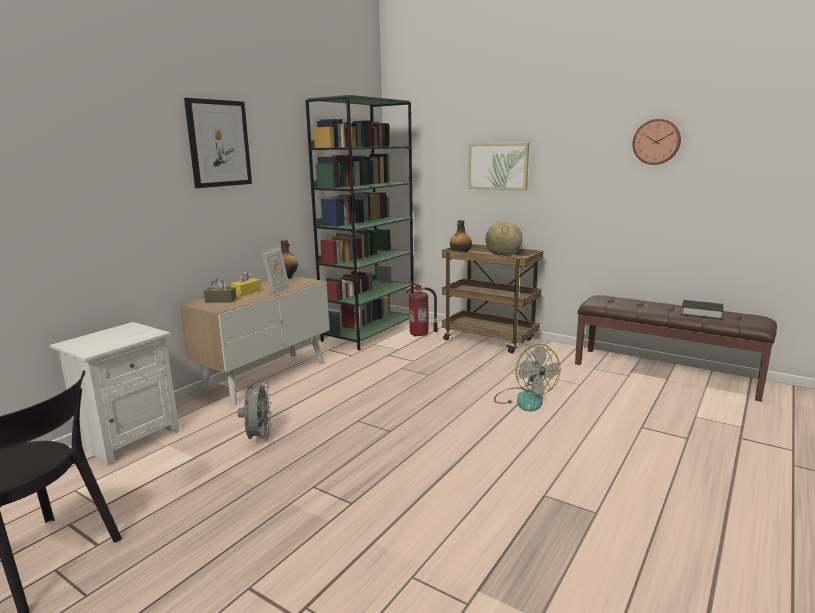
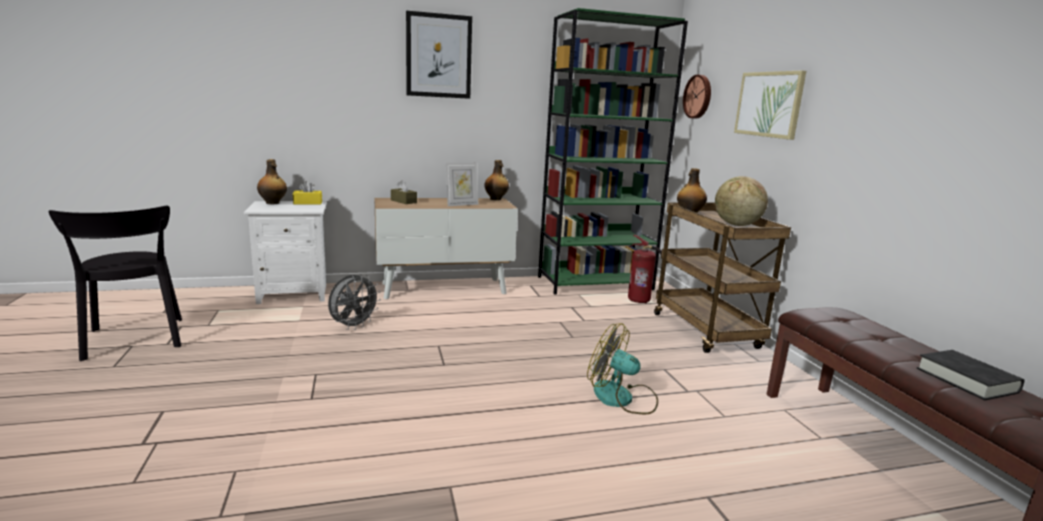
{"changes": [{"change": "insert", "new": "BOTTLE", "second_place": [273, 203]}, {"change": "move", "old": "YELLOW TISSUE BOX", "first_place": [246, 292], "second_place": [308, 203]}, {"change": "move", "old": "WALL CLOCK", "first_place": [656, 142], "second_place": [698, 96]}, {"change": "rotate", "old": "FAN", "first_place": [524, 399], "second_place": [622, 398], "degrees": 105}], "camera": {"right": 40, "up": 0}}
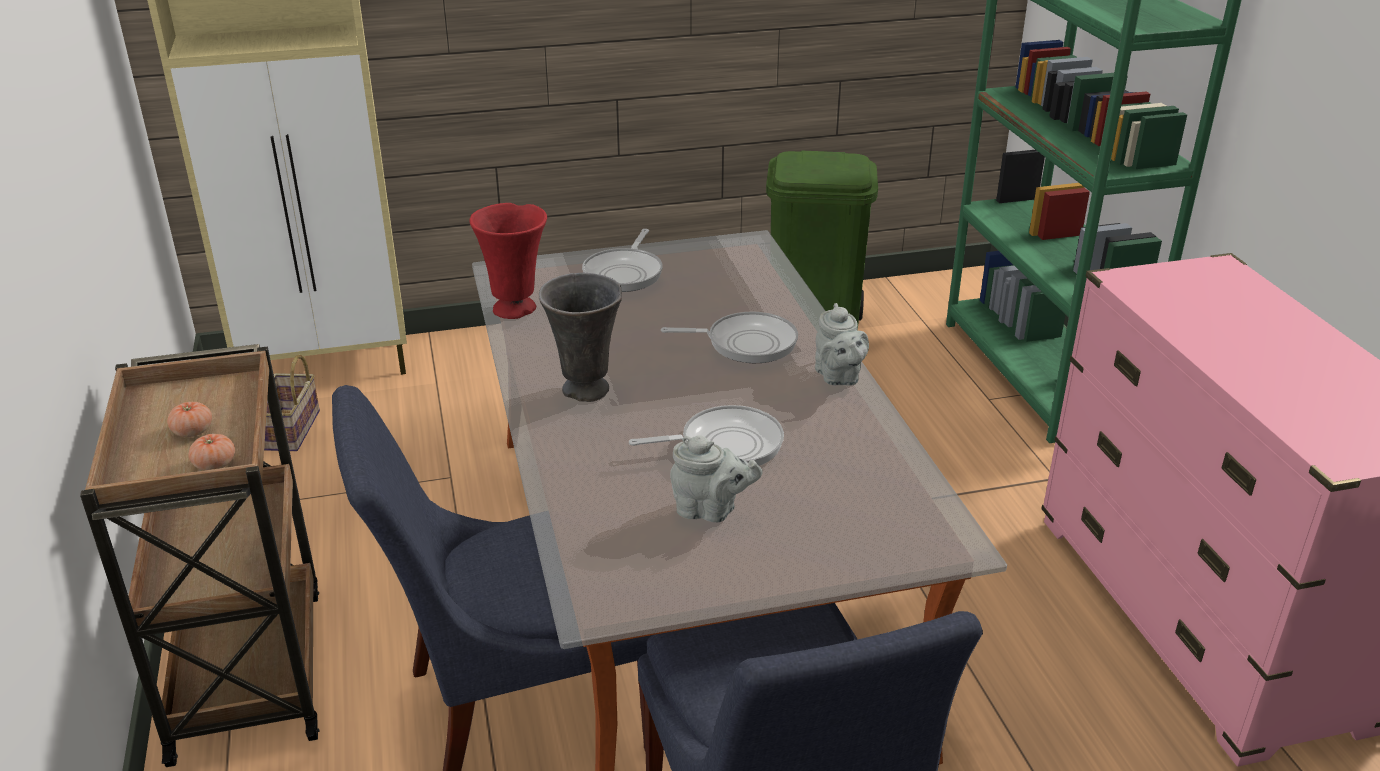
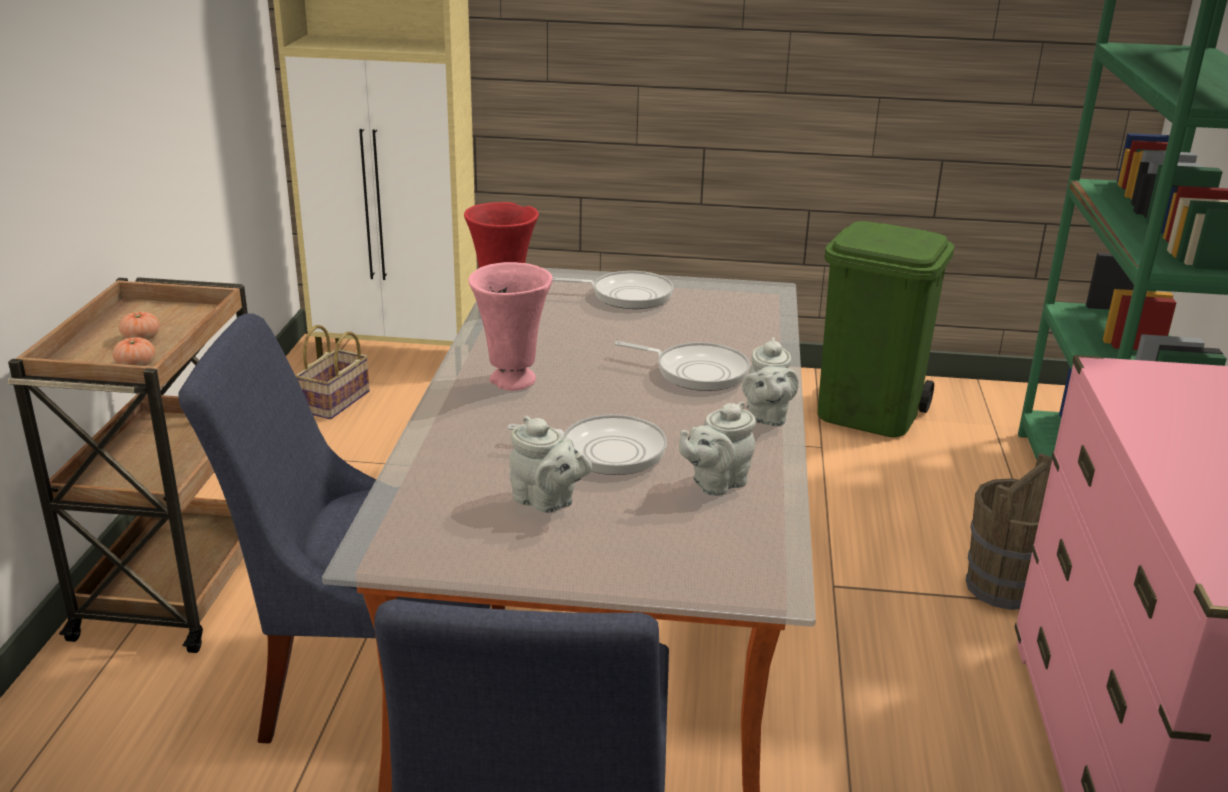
{"changes": [{"change": "insert", "new": "GREY TEAPOT", "second_place": [715, 483]}, {"change": "insert", "new": "BROWN BUCKET", "second_place": [1003, 587]}, {"change": "recolor", "old": "GREY VASE", "new": "PINK VASE", "first_place": [586, 391], "second_place": [512, 381]}, {"change": "rotate", "old": "FRYING PAN", "first_place": [625, 273], "second_place": [626, 295], "degrees": -120}], "camera": {"right": 20, "up": -5}}
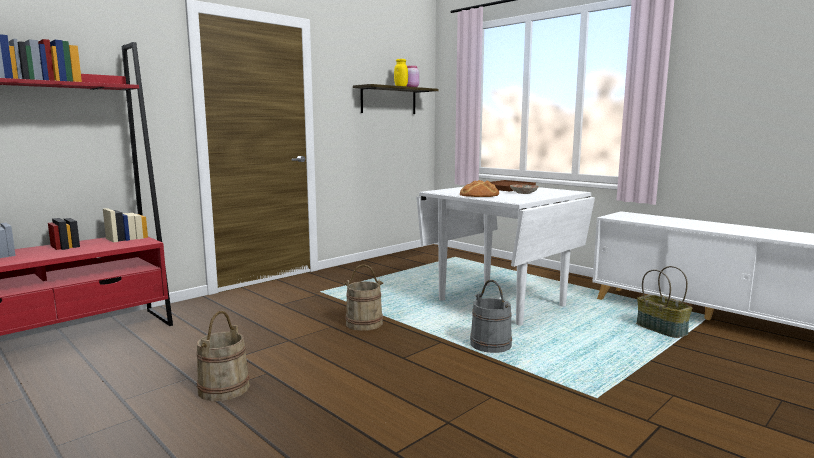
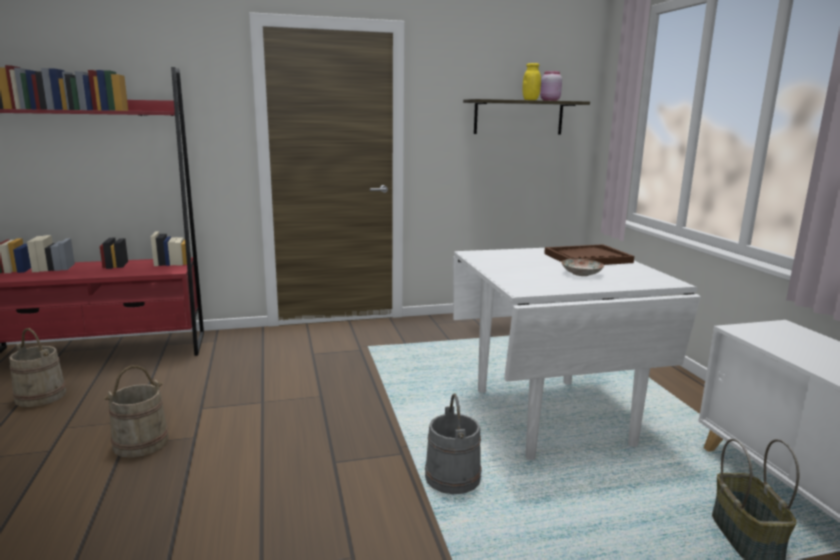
{"changes": [{"change": "delete", "old": "BREAD", "first_place": [479, 195]}, {"change": "move", "old": "BEIGE BUCKET", "first_place": [364, 323], "second_place": [41, 396]}], "camera": {"right": 30, "up": 5}}
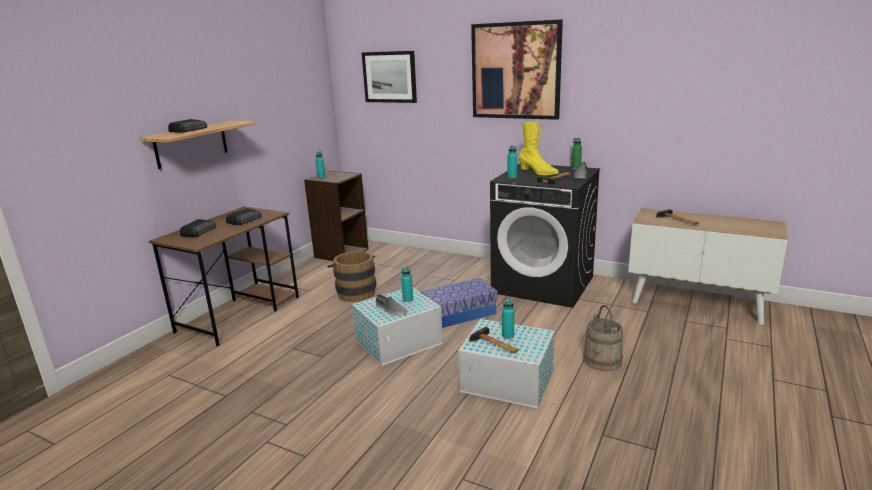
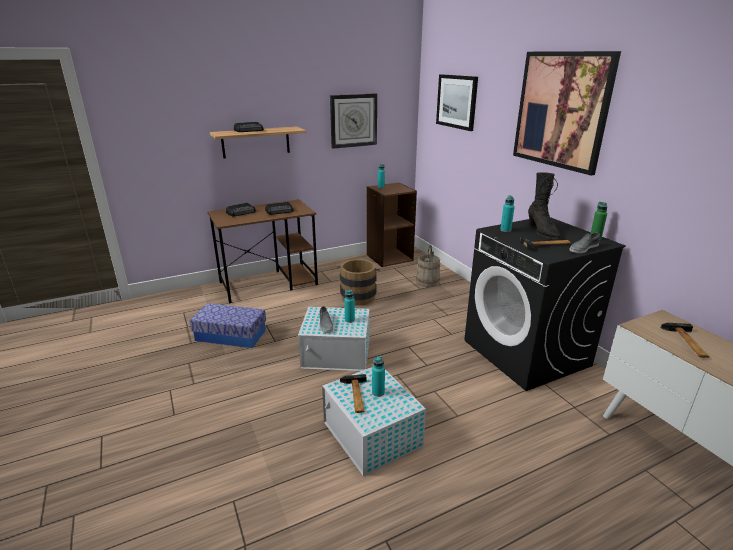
{"changes": [{"change": "insert", "new": "WALL CLOCK", "second_place": [353, 120]}, {"change": "move", "old": "STORAGE BOX", "first_place": [459, 314], "second_place": [230, 335]}, {"change": "move", "old": "BEIGE BUCKET", "first_place": [602, 360], "second_place": [427, 281]}, {"change": "recolor", "old": "YELLOW BOOT", "new": "BLACK BOOT", "first_place": [538, 172], "second_place": [542, 232]}], "camera": {"right": 35, "up": 5}}
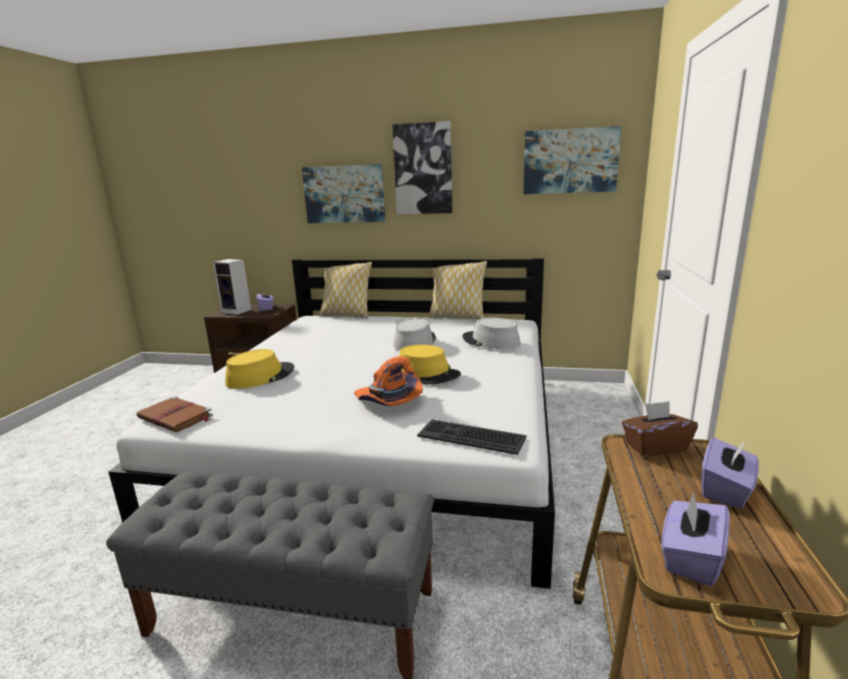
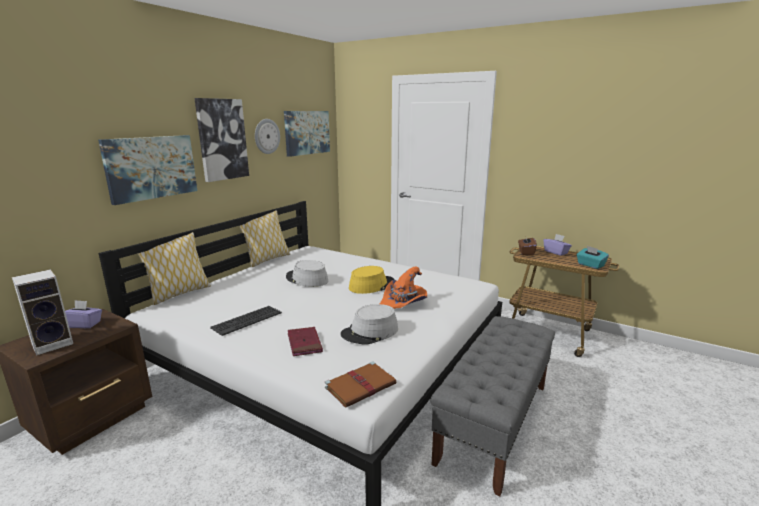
{"changes": [{"change": "insert", "new": "WALL CLOCK", "second_place": [266, 136]}, {"change": "move", "old": "KEYBOARD", "first_place": [471, 437], "second_place": [247, 320]}, {"change": "move", "old": "GREY HAT", "first_place": [490, 341], "second_place": [370, 332]}, {"change": "replace", "old": "YELLOW HAT", "new": "RED BOOK", "first_place": [260, 376], "second_place": [304, 343]}, {"change": "recolor", "old": "PURPLE TISSUE BOX", "new": "TURQUOISE TISSUE BOX", "first_place": [690, 557], "second_place": [590, 265]}], "camera": {"right": -70, "up": 0}}
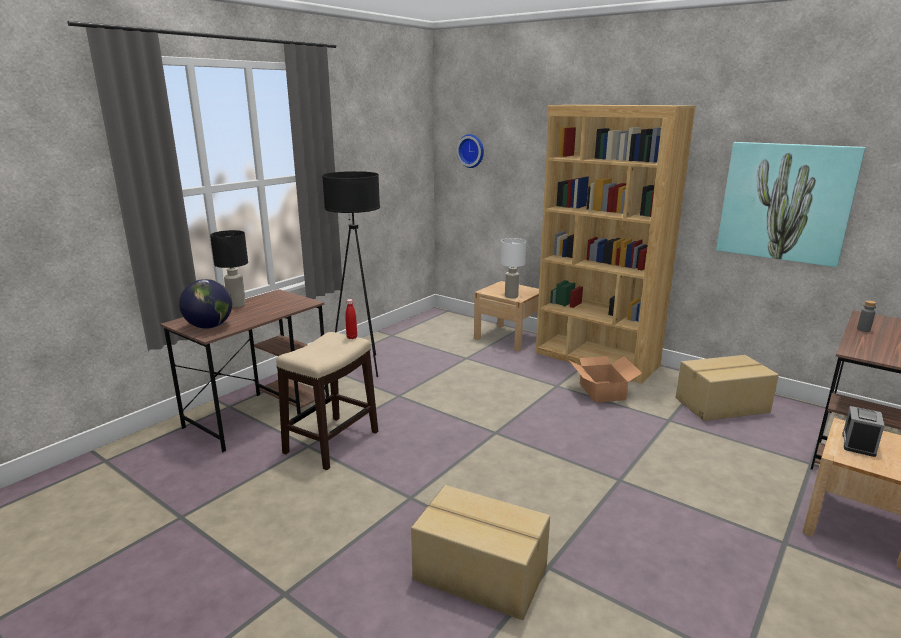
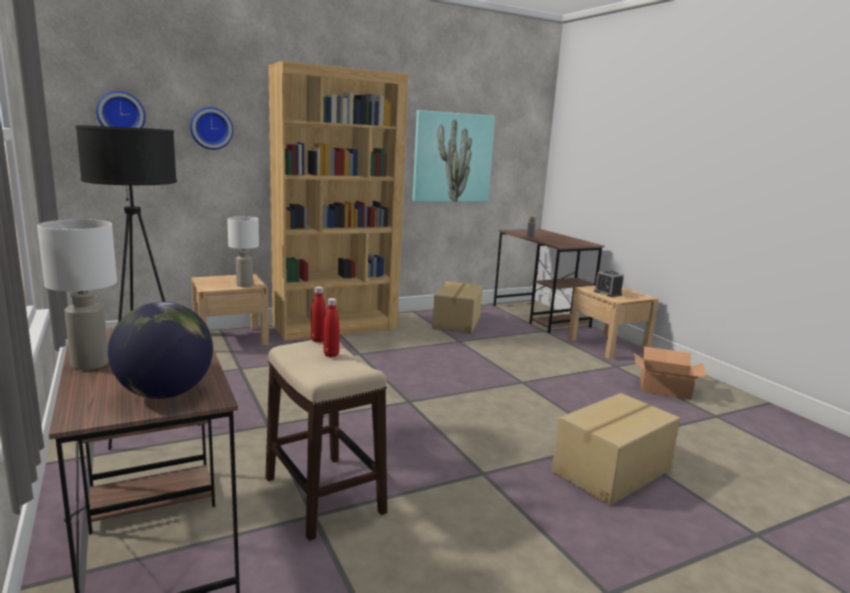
{"changes": [{"change": "insert", "new": "WALL CLOCK", "second_place": [211, 128]}, {"change": "insert", "new": "RED BOTTLE", "second_place": [331, 355]}, {"change": "move", "old": "CARDBOARD BOX", "first_place": [602, 391], "second_place": [664, 388]}, {"change": "recolor", "old": "BLACK TABLE LAMP", "new": "WHITE TABLE LAMP", "first_place": [237, 305], "second_place": [90, 364]}], "camera": {"right": -65, "up": -5}}
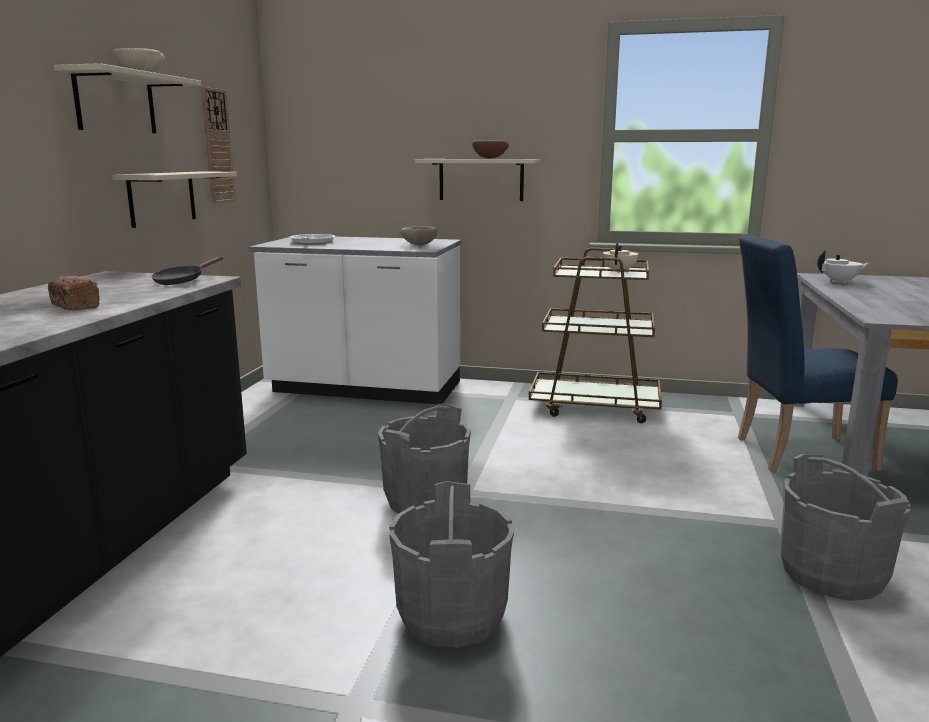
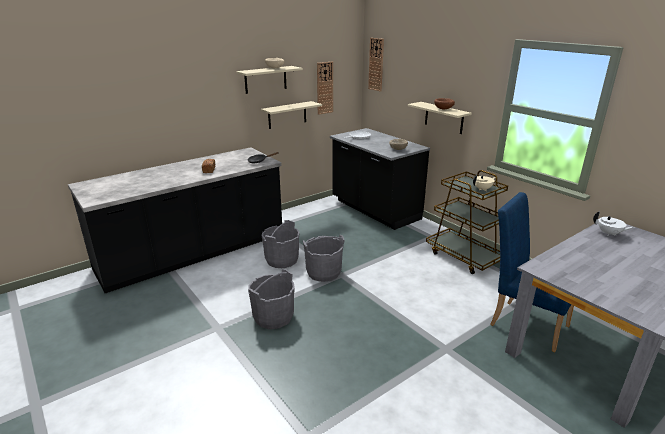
{"changes": [{"change": "insert", "new": "WALL CLOCK", "second_place": [376, 64]}, {"change": "move", "old": "GREY BUCKET", "first_place": [831, 574], "second_place": [282, 260]}, {"change": "recolor", "old": "WHITE COUNTER", "new": "BLACK COUNTER", "first_place": [365, 389], "second_place": [374, 210]}], "camera": {"right": 40, "up": 10}}
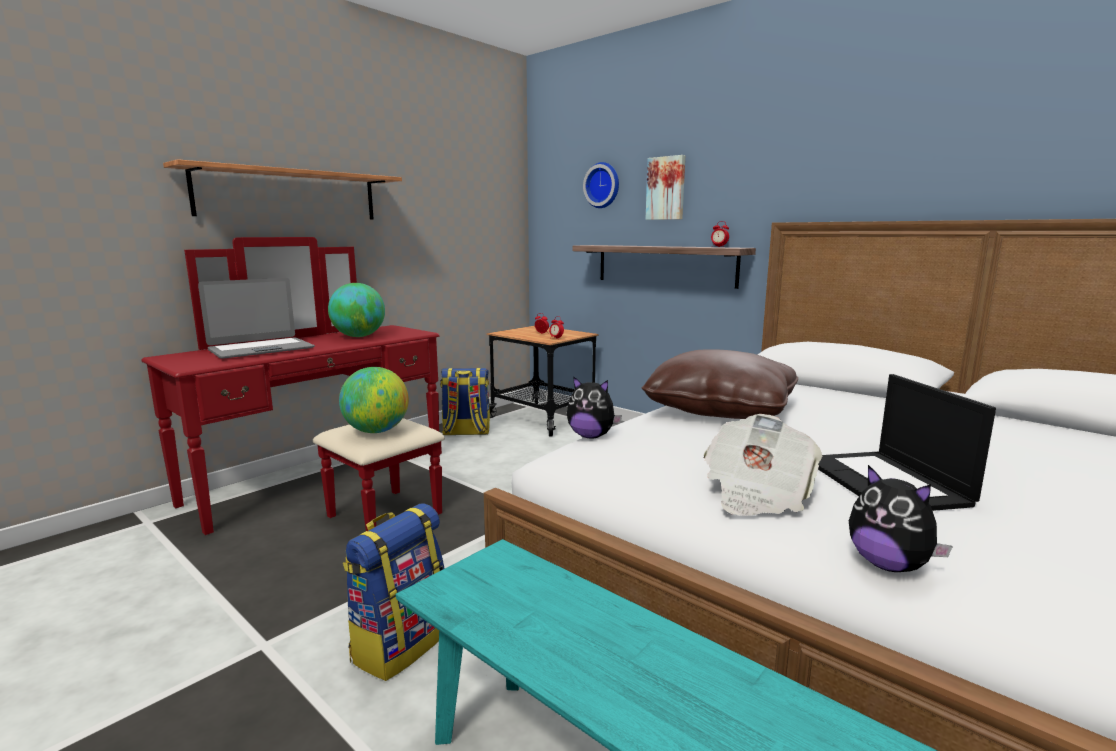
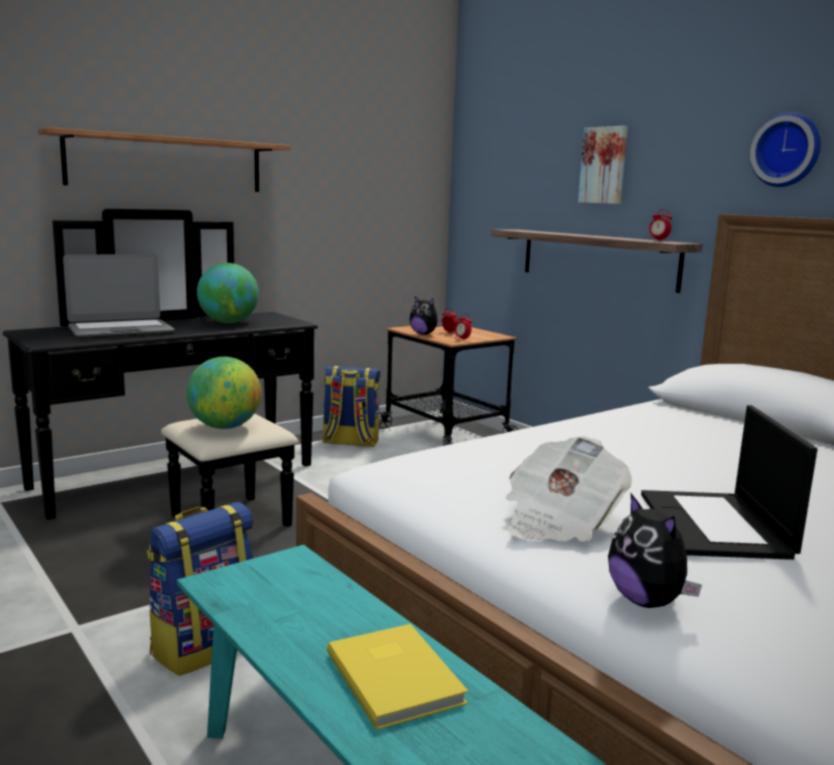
{"changes": [{"change": "delete", "old": "BROWN PILLOW", "first_place": [720, 409]}, {"change": "insert", "new": "YELLOW BOOK", "second_place": [396, 676]}, {"change": "move", "old": "PLUSH TOY", "first_place": [591, 436], "second_place": [424, 334]}, {"change": "move", "old": "WALL CLOCK", "first_place": [603, 185], "second_place": [787, 150]}, {"change": "recolor", "old": "RED DRESSER", "new": "BLACK DRESSER", "first_place": [334, 486], "second_place": [188, 485]}], "camera": {"right": 10, "up": 0}}
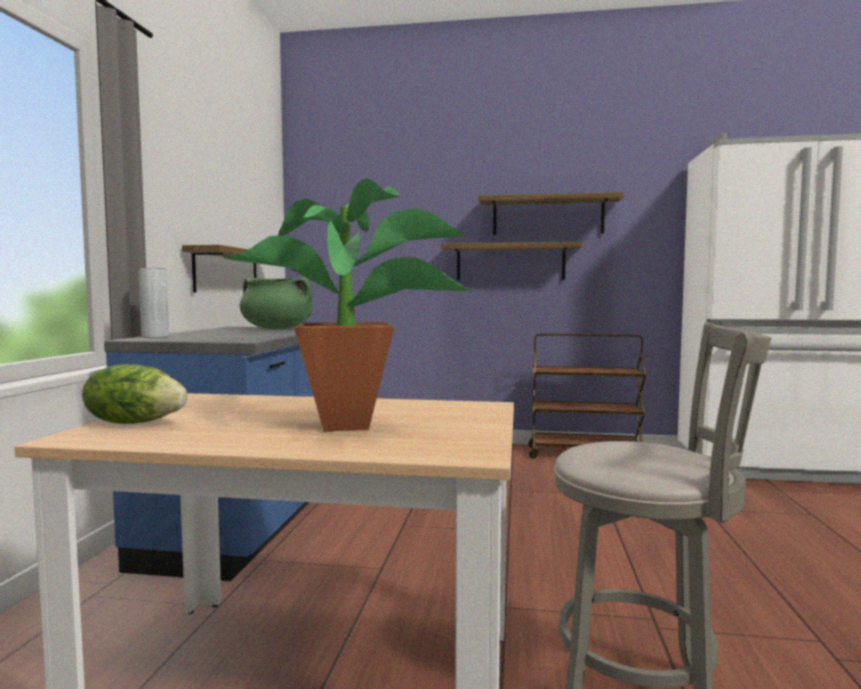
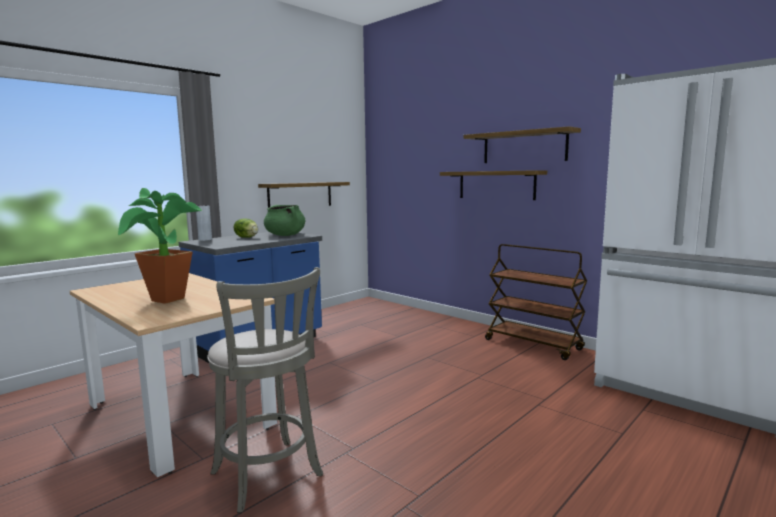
{"changes": [{"change": "move", "old": "LETTUCE", "first_place": [135, 422], "second_place": [247, 237]}], "camera": {"right": 35, "up": 5}}
